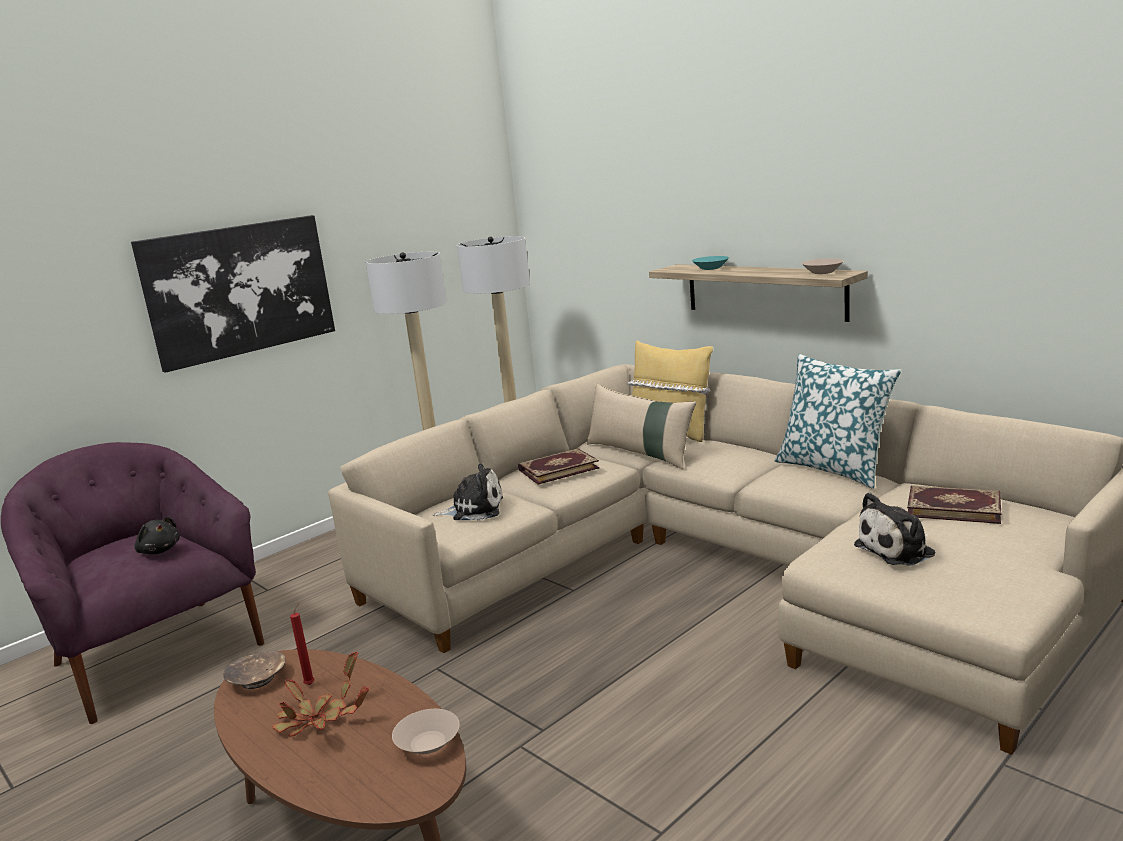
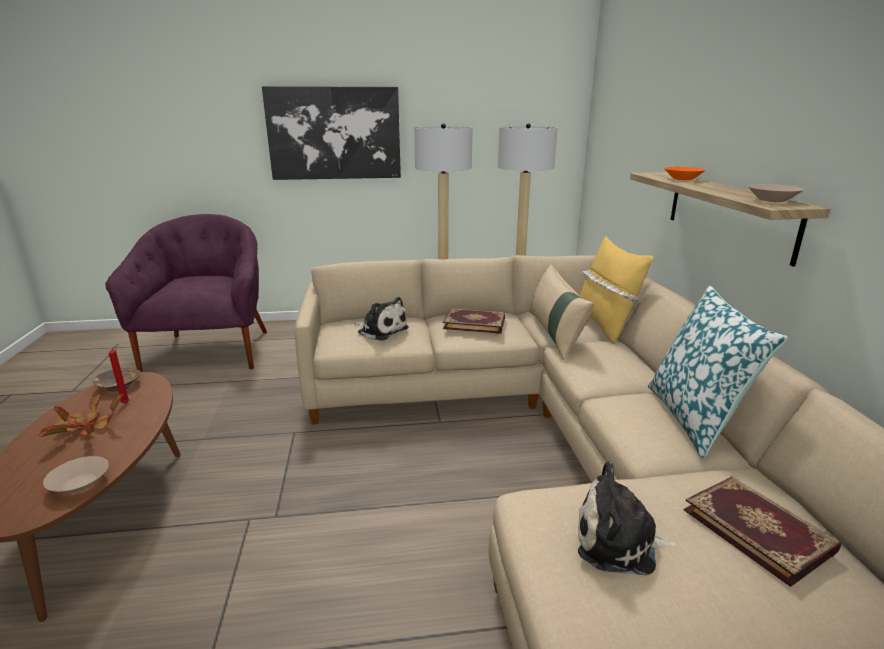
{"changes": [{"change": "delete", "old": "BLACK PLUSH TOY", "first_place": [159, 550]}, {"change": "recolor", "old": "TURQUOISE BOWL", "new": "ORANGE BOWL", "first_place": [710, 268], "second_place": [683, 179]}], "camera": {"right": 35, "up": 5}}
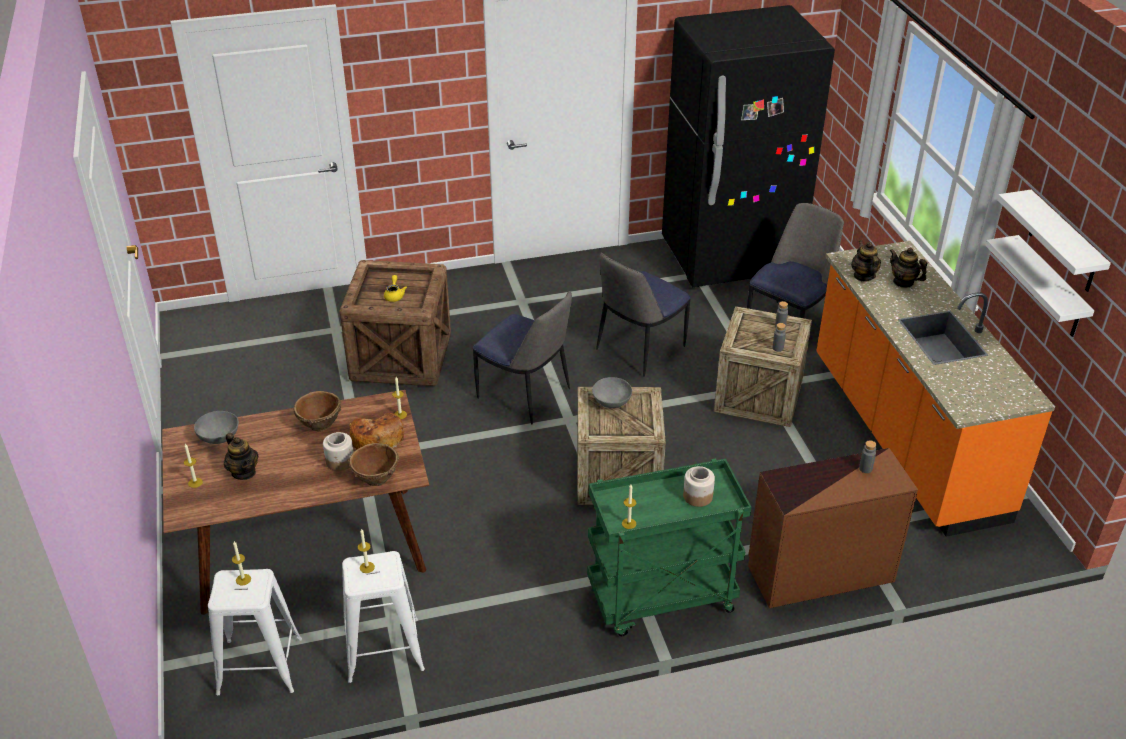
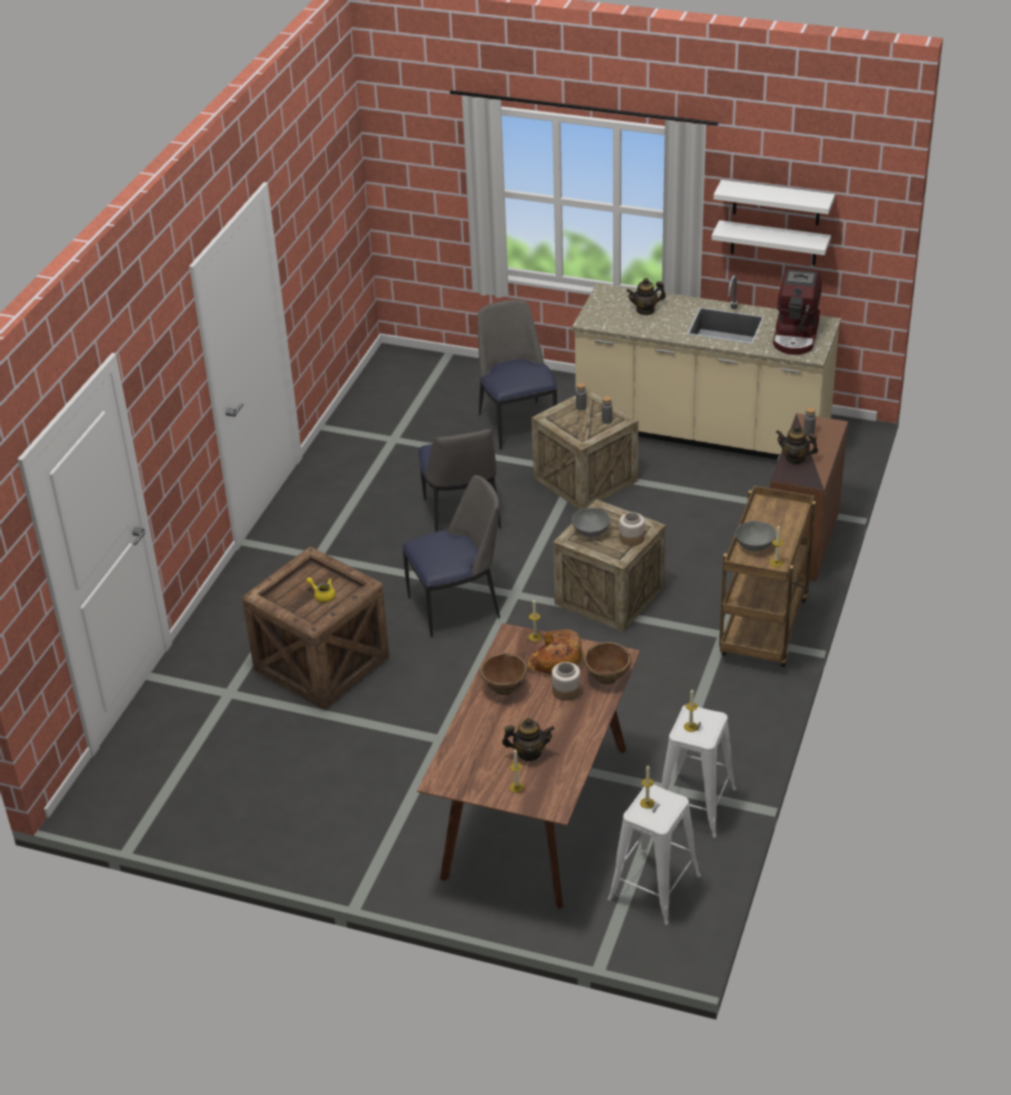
{"changes": [{"change": "delete", "old": "BLACK FRIDGE", "first_place": [730, 258]}, {"change": "insert", "new": "COFFEE MACHINE", "second_place": [796, 335]}, {"change": "move", "old": "GREY BOWL", "first_place": [219, 437], "second_place": [754, 546]}, {"change": "move", "old": "JAR", "first_place": [697, 496], "second_place": [631, 538]}, {"change": "move", "old": "TEAPOT", "first_place": [863, 276], "second_place": [795, 458]}, {"change": "recolor", "old": "GREEN CART", "new": "BROWN CART", "first_place": [661, 600], "second_place": [764, 631]}, {"change": "recolor", "old": "ORANGE COUNTER", "new": "BEIGE COUNTER", "first_place": [904, 438], "second_place": [702, 433]}], "camera": {"right": -55, "up": 0}}
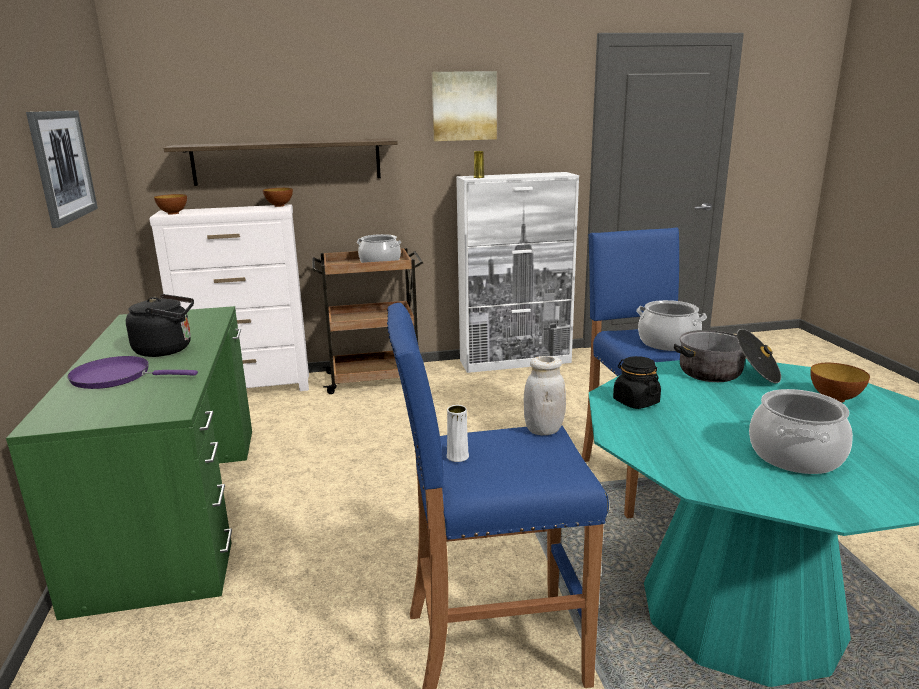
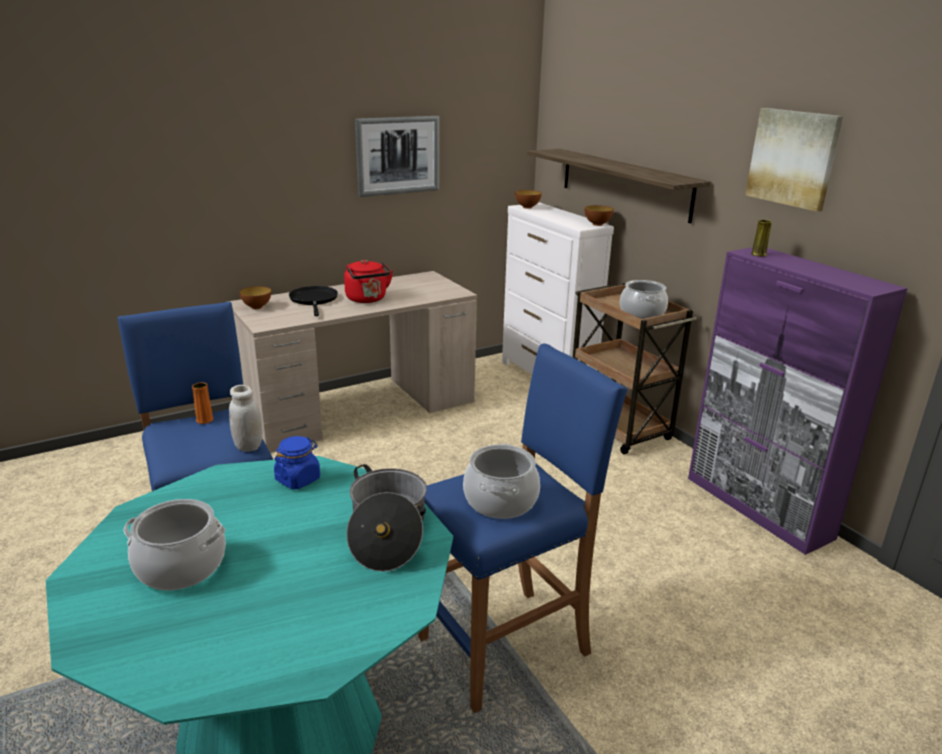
{"changes": [{"change": "move", "old": "BOWL", "first_place": [834, 399], "second_place": [257, 307]}, {"change": "recolor", "old": "GREEN DESK", "new": "BEIGE DESK", "first_place": [177, 504], "second_place": [360, 407]}, {"change": "recolor", "old": "PURPLE FRYING PAN", "new": "BLACK FRYING PAN", "first_place": [117, 377], "second_place": [314, 300]}, {"change": "recolor", "old": "BLACK KETTLE", "new": "RED KETTLE", "first_place": [167, 349], "second_place": [367, 299]}, {"change": "recolor", "old": "WHITE VASE", "new": "ORANGE VASE", "first_place": [457, 456], "second_place": [204, 420]}, {"change": "recolor", "old": "WHITE CABINET", "new": "PURPLE CABINET", "first_place": [516, 361], "second_place": [758, 508]}, {"change": "recolor", "old": "BLACK JAR", "new": "BLUE JAR", "first_place": [635, 402], "second_place": [298, 479]}], "camera": {"right": 70, "up": 5}}
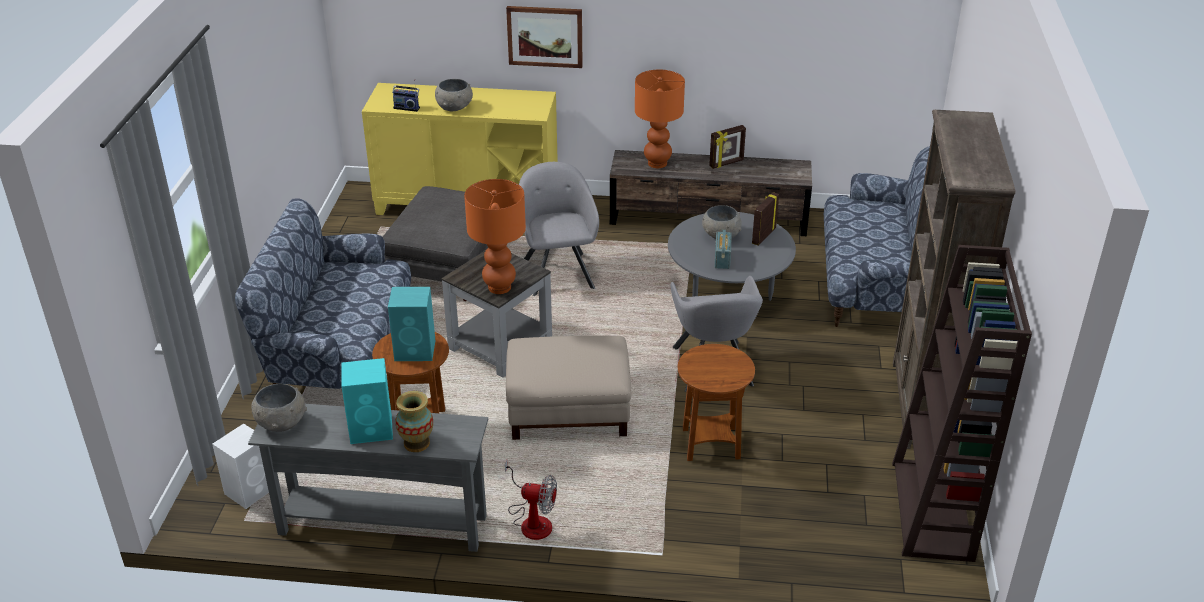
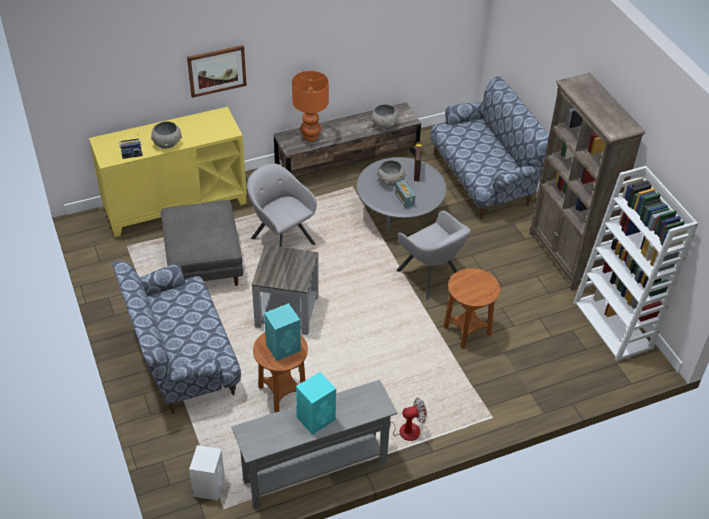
{"changes": [{"change": "delete", "old": "VASE", "first_place": [416, 443]}, {"change": "delete", "old": "ORANGE TABLE LAMP", "first_place": [500, 287]}, {"change": "delete", "old": "BEIGE OTTOMAN", "first_place": [568, 410]}, {"change": "delete", "old": "PICTURE FRAME", "first_place": [726, 163]}, {"change": "move", "old": "GREY BOWL", "first_place": [281, 423], "second_place": [384, 124]}, {"change": "recolor", "old": "BROWN BOOKCASE", "new": "WHITE BOOKCASE", "first_place": [933, 511], "second_place": [613, 325]}], "camera": {"right": -30, "up": 10}}
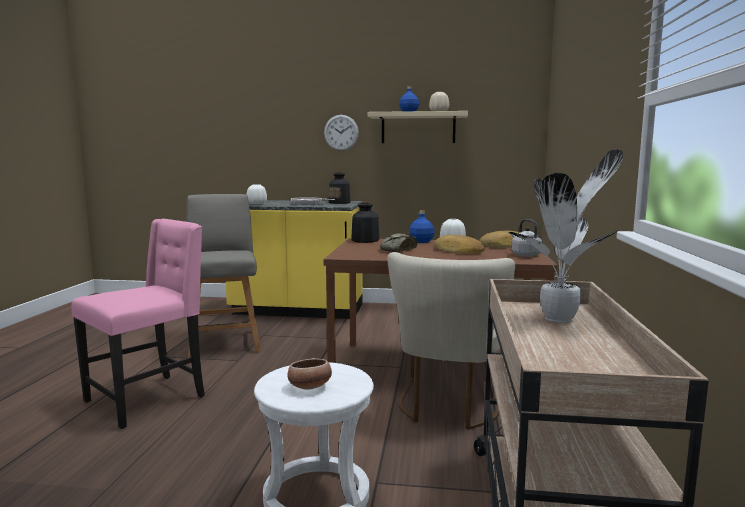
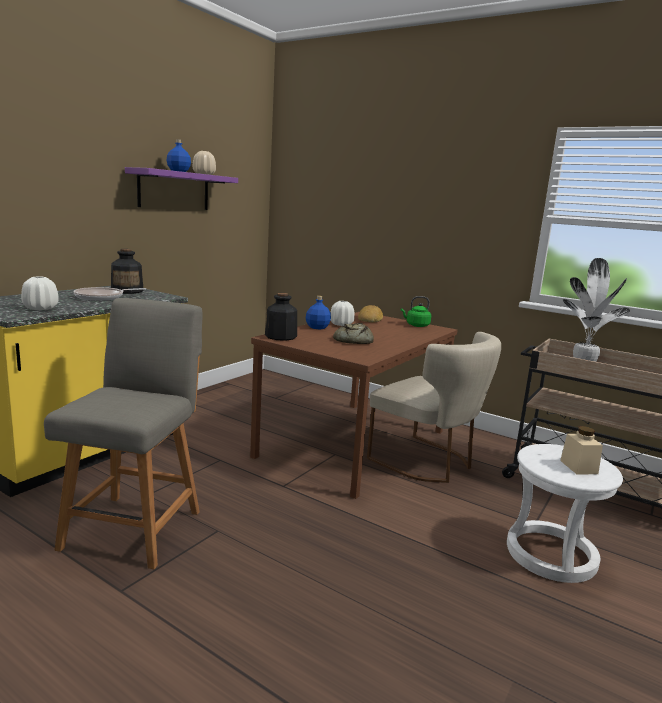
{"changes": [{"change": "delete", "old": "PINK CHAIR", "first_place": [148, 399]}, {"change": "delete", "old": "WALL CLOCK", "first_place": [341, 132]}, {"change": "delete", "old": "BREAD", "first_place": [458, 251]}, {"change": "replace", "old": "BOWL", "new": "BEIGE JAR", "first_place": [309, 387], "second_place": [578, 467]}, {"change": "recolor", "old": "BEIGE SHELF", "new": "PURPLE SHELF", "first_place": [418, 128], "second_place": [174, 190]}, {"change": "recolor", "old": "GREY KETTLE", "new": "GREEN KETTLE", "first_place": [524, 255], "second_place": [416, 325]}, {"change": "rotate", "old": "GREY CHAIR", "first_place": [224, 342], "second_place": [135, 527], "degrees": 90}], "camera": {"right": -65, "up": 5}}
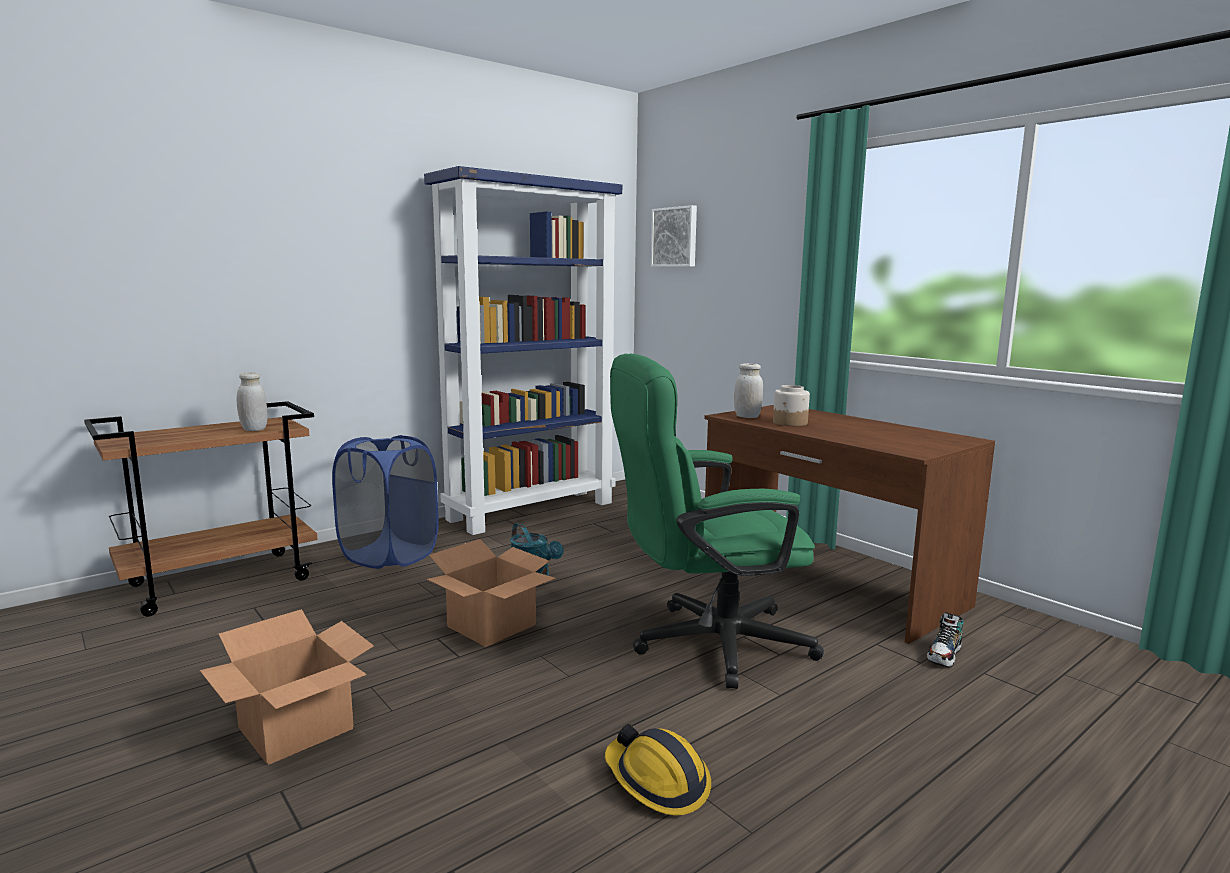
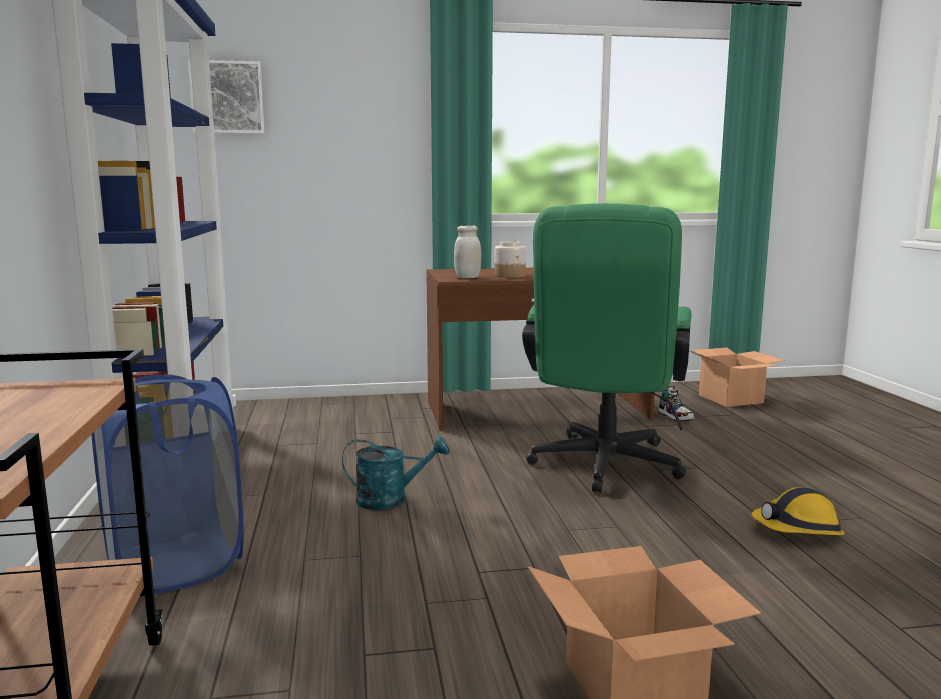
{"changes": [{"change": "delete", "old": "WHITE JAR", "first_place": [254, 429]}, {"change": "move", "old": "CARDBOARD BOX", "first_place": [492, 625], "second_place": [729, 398]}], "camera": {"right": -60, "up": 0}}
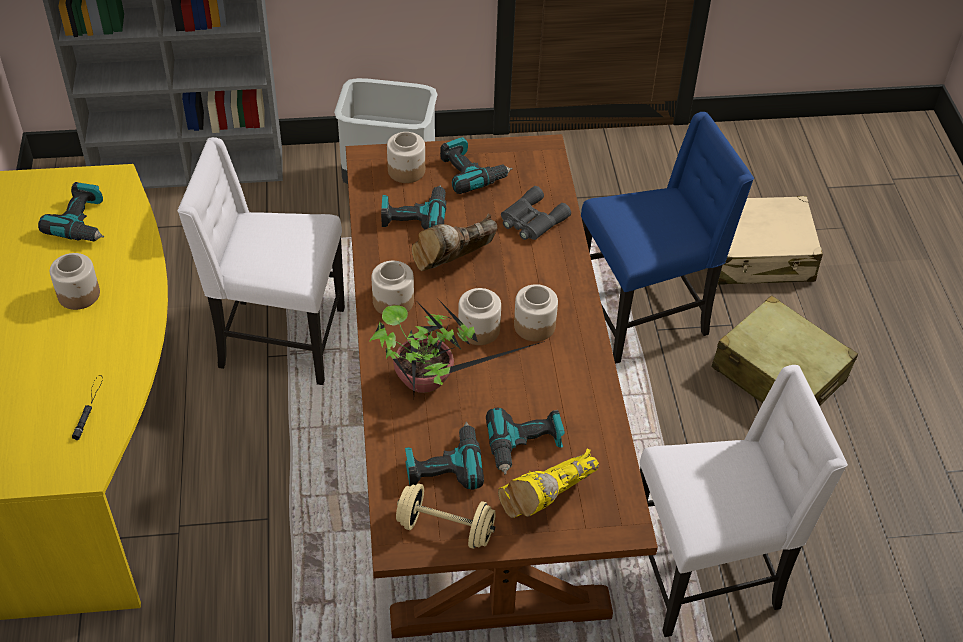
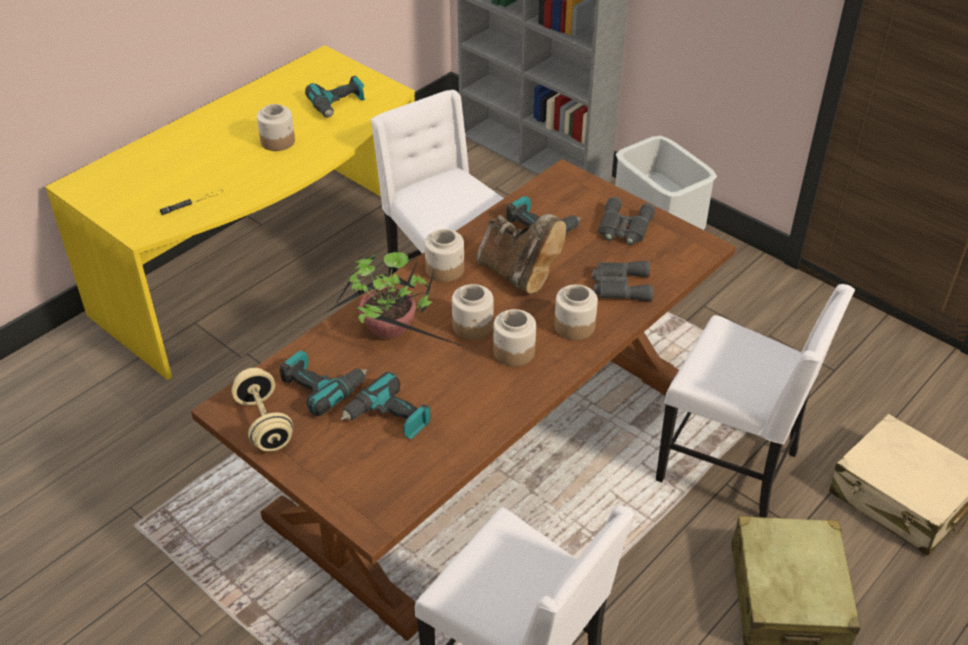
{"changes": [{"change": "delete", "old": "YELLOW BOOT", "first_place": [545, 505]}, {"change": "move", "old": "JAR", "first_place": [406, 171], "second_place": [574, 326]}, {"change": "replace", "old": "POWER DRILL", "new": "GREY BINOCULARS", "first_place": [471, 172], "second_place": [624, 228]}, {"change": "recolor", "old": "BLUE CHAIR", "new": "WHITE CHAIR", "first_place": [645, 314], "second_place": [731, 466]}, {"change": "rotate", "old": "BROWN BOOT", "first_place": [453, 265], "second_place": [518, 275], "degrees": -150}], "camera": {"right": 50, "up": -5}}
